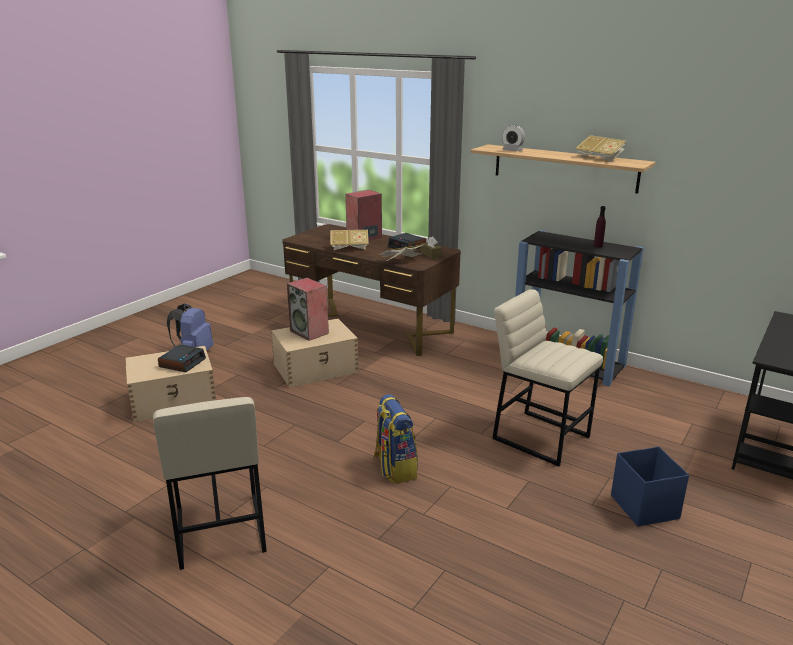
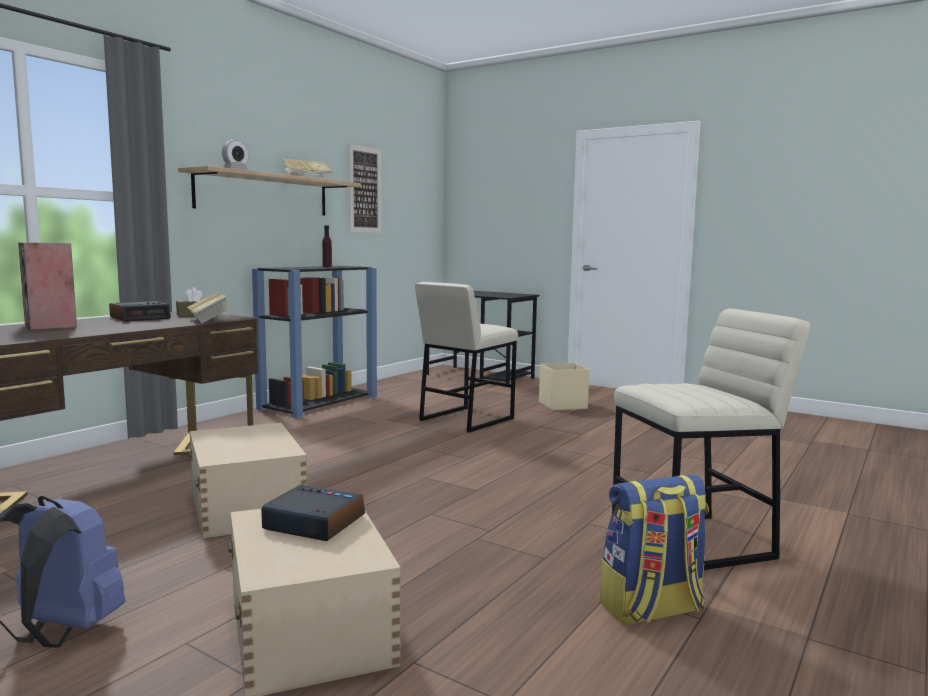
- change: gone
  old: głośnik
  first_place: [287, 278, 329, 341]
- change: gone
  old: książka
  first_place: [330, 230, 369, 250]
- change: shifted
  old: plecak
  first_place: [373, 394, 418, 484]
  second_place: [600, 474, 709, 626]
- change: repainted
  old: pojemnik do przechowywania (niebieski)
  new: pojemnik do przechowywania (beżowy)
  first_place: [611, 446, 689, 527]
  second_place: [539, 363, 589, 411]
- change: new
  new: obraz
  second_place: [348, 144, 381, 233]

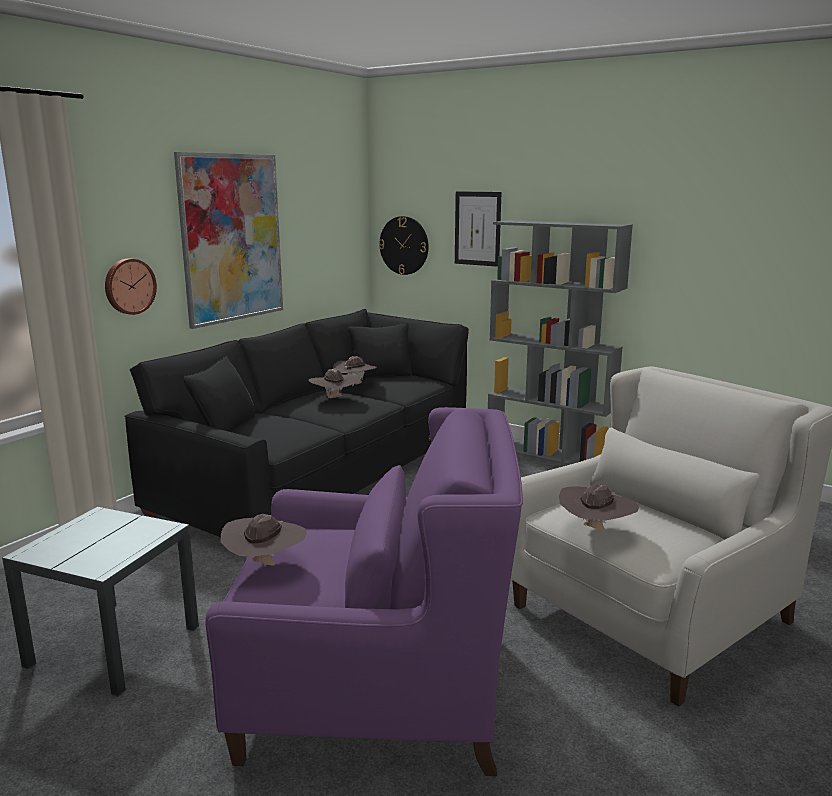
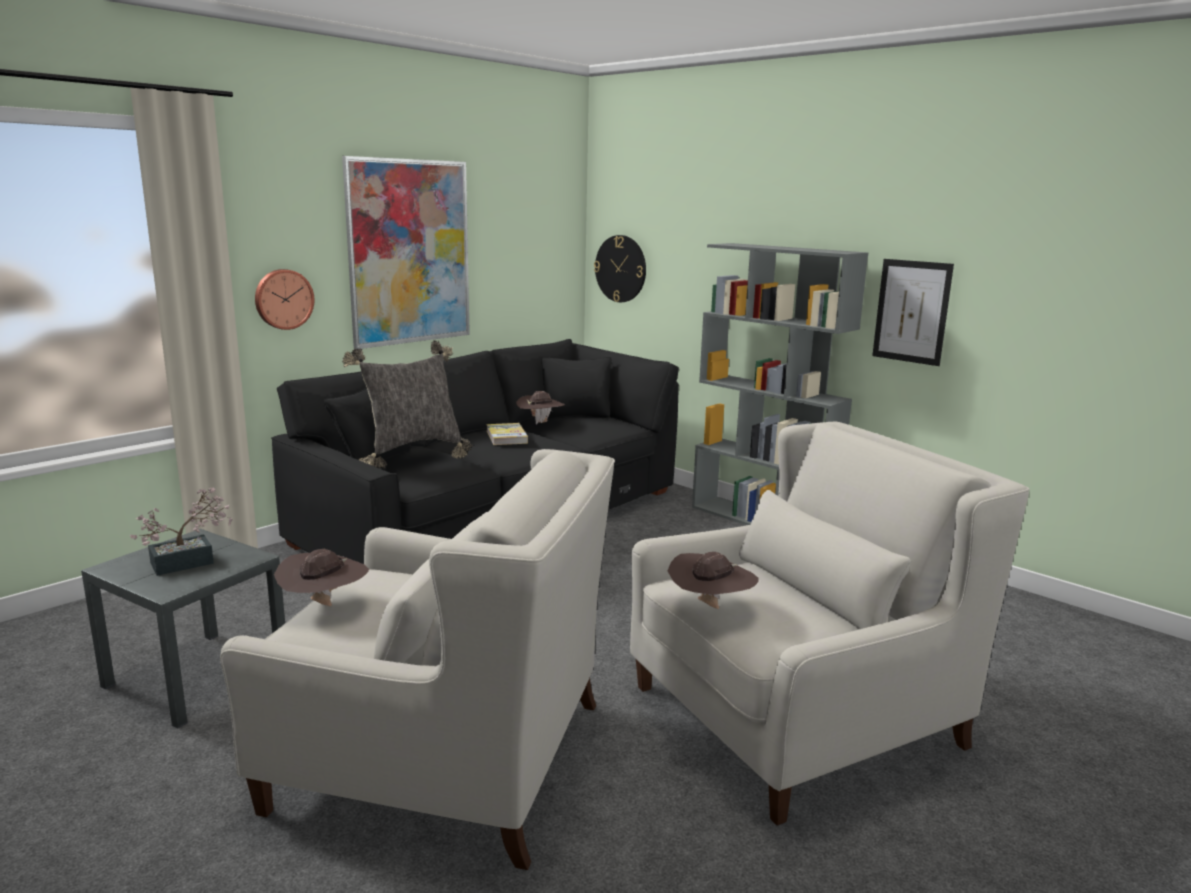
- change: repainted
  old: fotel (fioletowy)
  new: fotel (biały)
  first_place: [205, 407, 523, 776]
  second_place: [220, 449, 615, 870]
- change: swapped
  old: kapelusz (brązowy)
  new: książka
  first_place: [308, 369, 359, 398]
  second_place: [486, 423, 528, 445]
- change: shifted
  old: obraz
  first_place: [455, 191, 502, 267]
  second_place: [872, 259, 954, 366]
- change: new
  new: roślina doniczkowa
  second_place: [130, 488, 232, 576]
- change: new
  new: poduszka
  second_place: [342, 340, 474, 468]

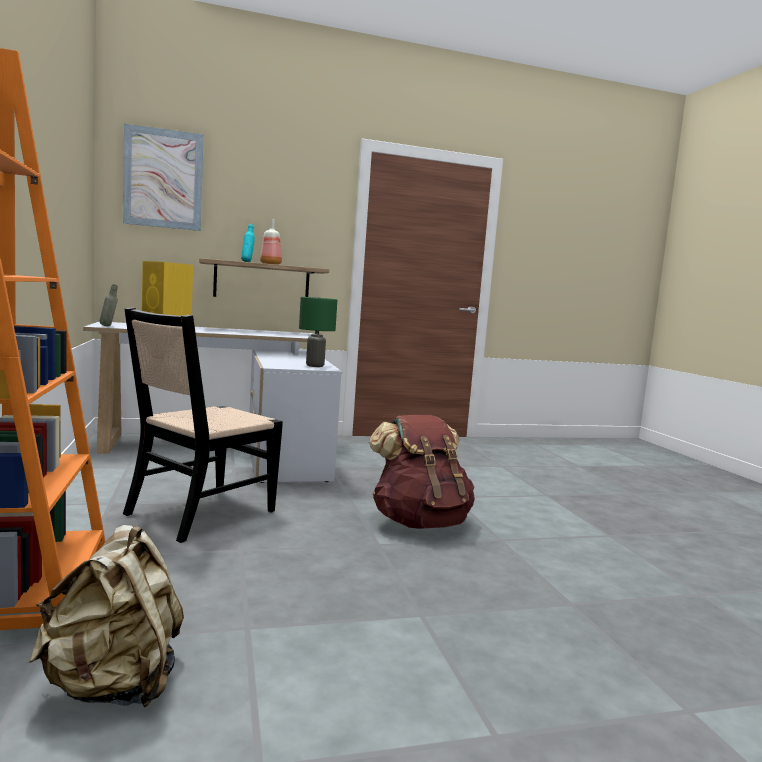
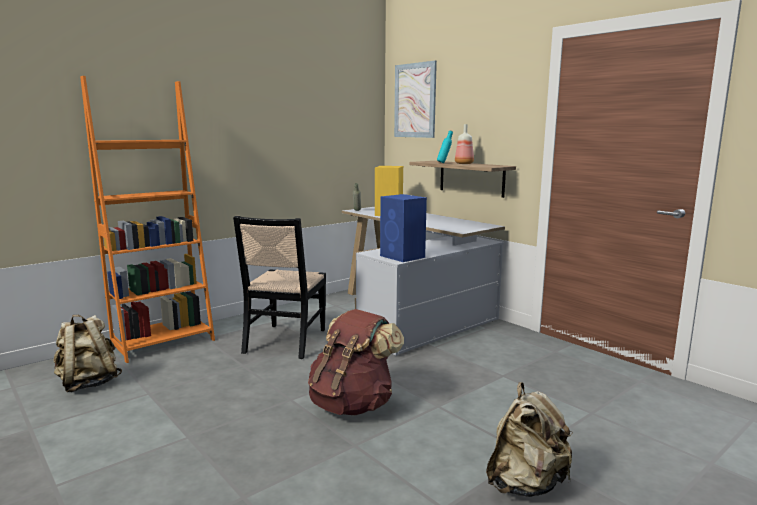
- change: rotated
  old: krzesło
  first_place: [123, 307, 283, 543]
  second_place: [233, 216, 326, 359]
  degrees: -90
- change: swapped
  old: lampa stołowa (zielony)
  new: głośnik (niebieski)
  first_place: [299, 297, 338, 367]
  second_place: [380, 194, 427, 262]
- change: new
  new: plecak (beżowy)
  second_place: [486, 382, 573, 497]

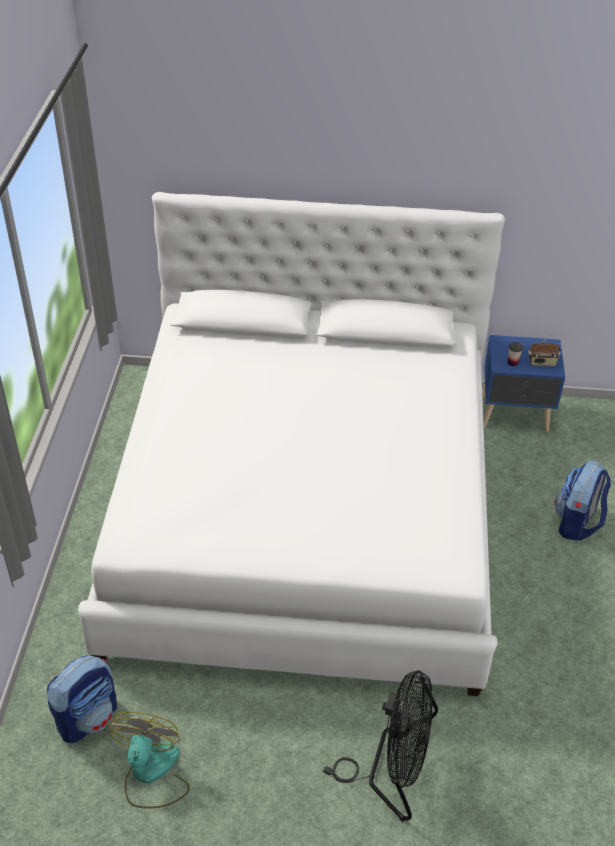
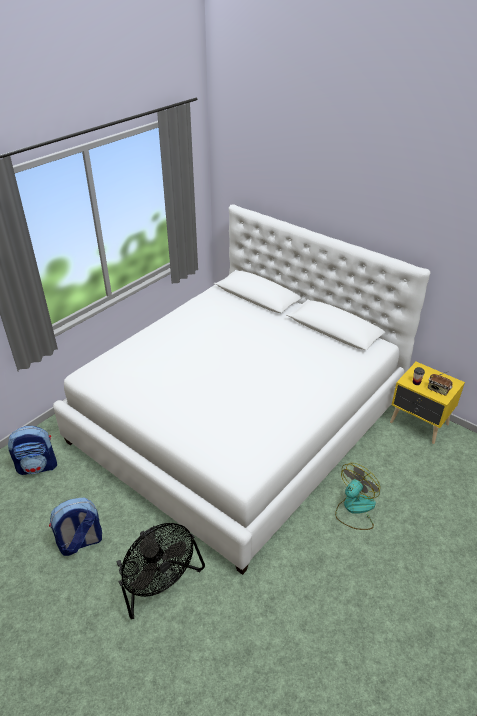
- change: shifted
  old: wentylator
  first_place: [108, 712, 190, 809]
  second_place: [335, 463, 380, 530]
- change: repainted
  old: szafka nocna (niebieski)
  new: szafka nocna (żółty)
  first_place: [482, 335, 565, 432]
  second_place: [390, 362, 465, 444]
- change: shifted
  old: plecak
  first_place: [555, 461, 611, 541]
  second_place: [49, 498, 102, 556]

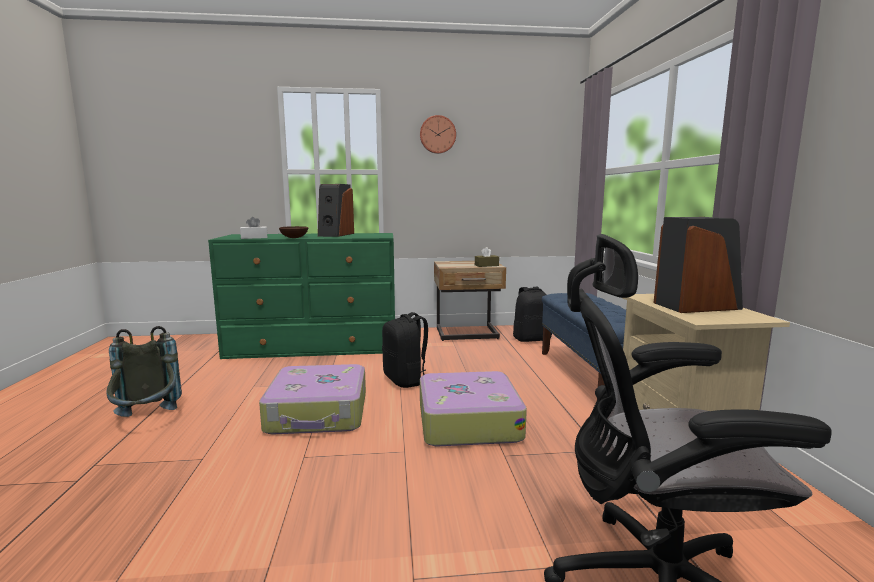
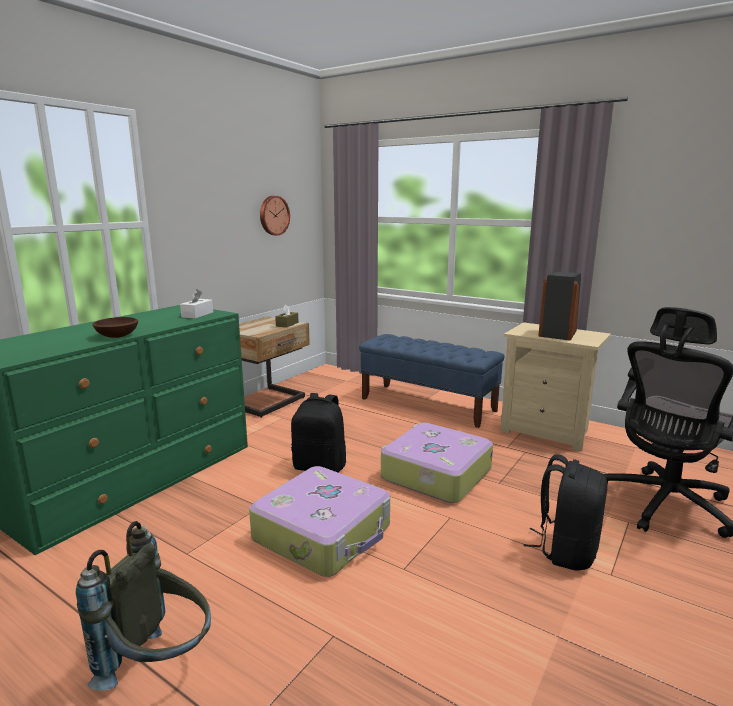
- change: shifted
  old: pudełko chusteczek (biały)
  first_place: [240, 217, 268, 239]
  second_place: [180, 289, 213, 319]
- change: gone
  old: głośnik
  first_place: [318, 184, 354, 237]
- change: shifted
  old: zegar ścienny
  first_place: [420, 115, 456, 154]
  second_place: [260, 196, 290, 235]
- change: shifted
  old: plecak (czarny)
  first_place: [513, 287, 552, 342]
  second_place: [524, 454, 607, 570]

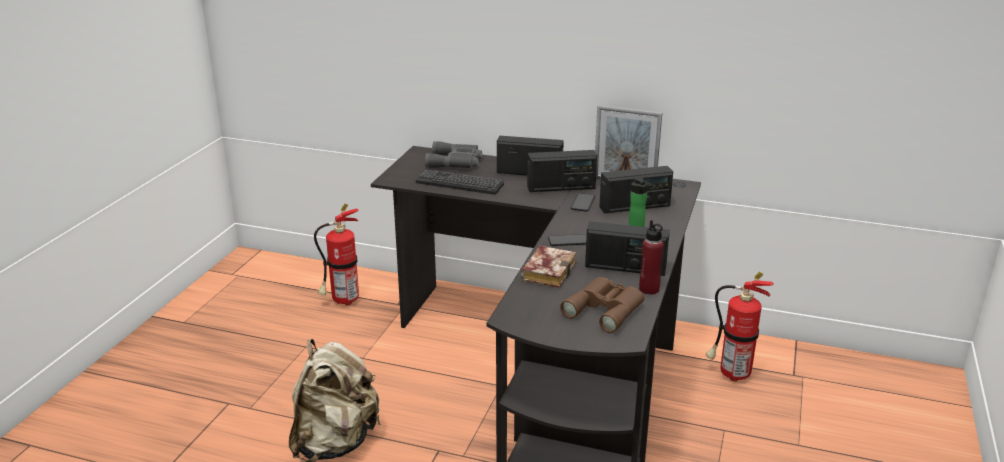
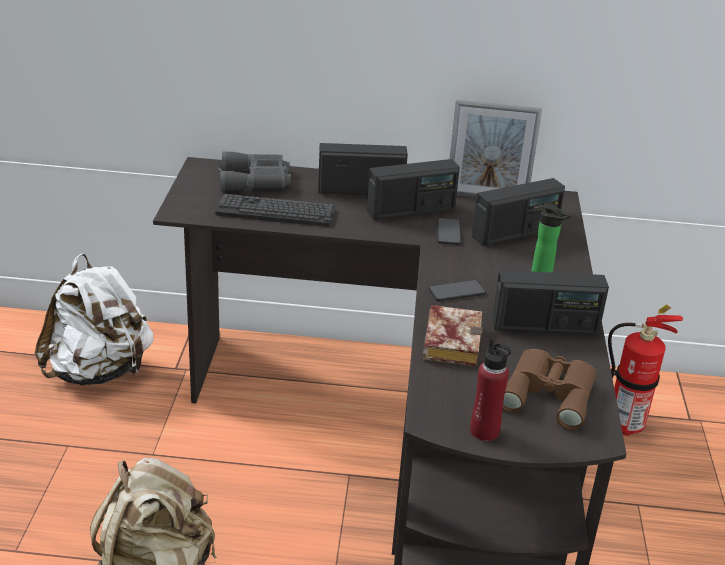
- change: swapped
  old: gaśnica
  new: plecak (biały)
  first_place: [314, 204, 359, 305]
  second_place: [35, 254, 153, 386]
- change: shifted
  old: butelka (czerwony)
  first_place: [639, 220, 664, 295]
  second_place: [470, 338, 511, 441]

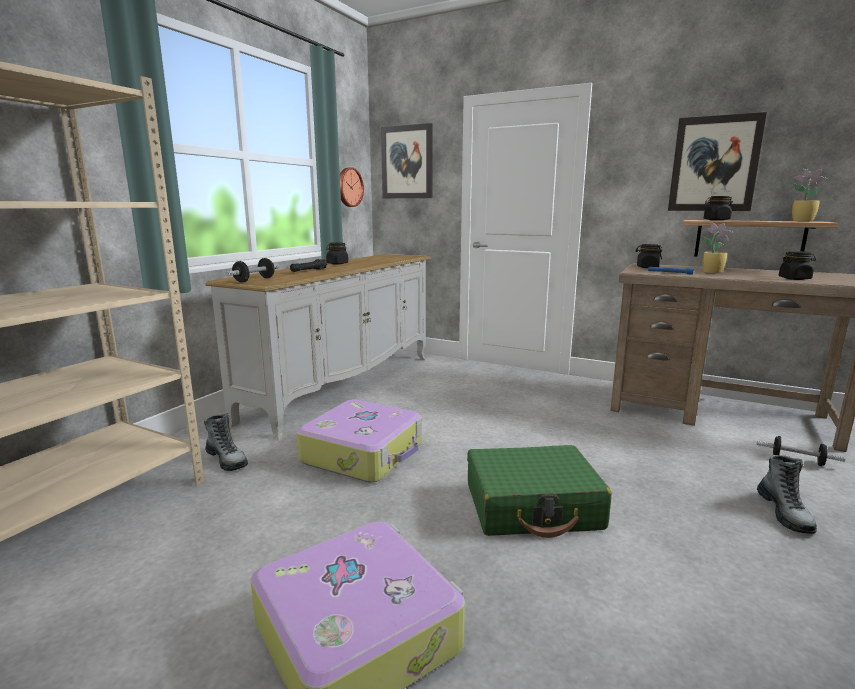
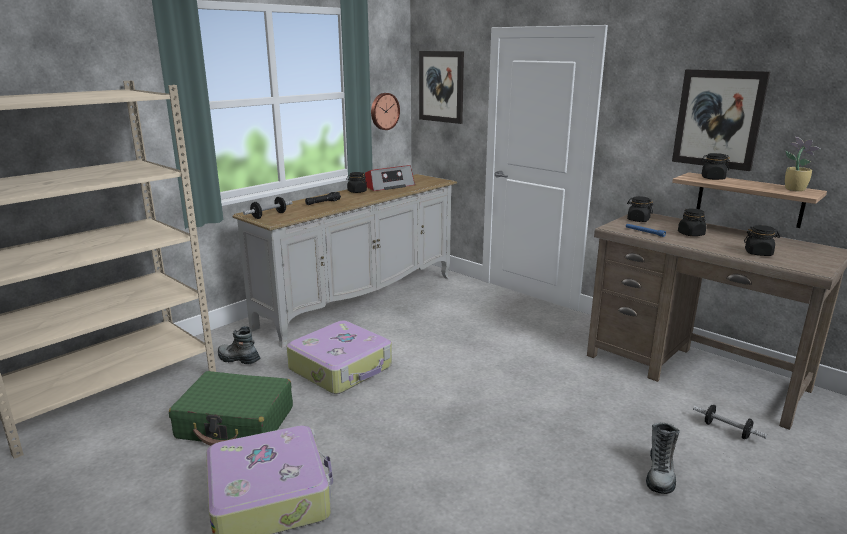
- change: rotated
  old: but z cholewką
  first_place: [204, 413, 248, 471]
  second_place: [218, 326, 260, 364]
  degrees: 150
- change: shifted
  old: walizka (zielony)
  first_place: [467, 445, 611, 538]
  second_place: [169, 371, 293, 446]
- change: swapped
  old: roślina doniczkowa
  new: słoik (czarny)
  first_place: [702, 222, 734, 273]
  second_place: [678, 209, 706, 236]
- change: new
  new: radio
  second_place: [365, 165, 415, 191]

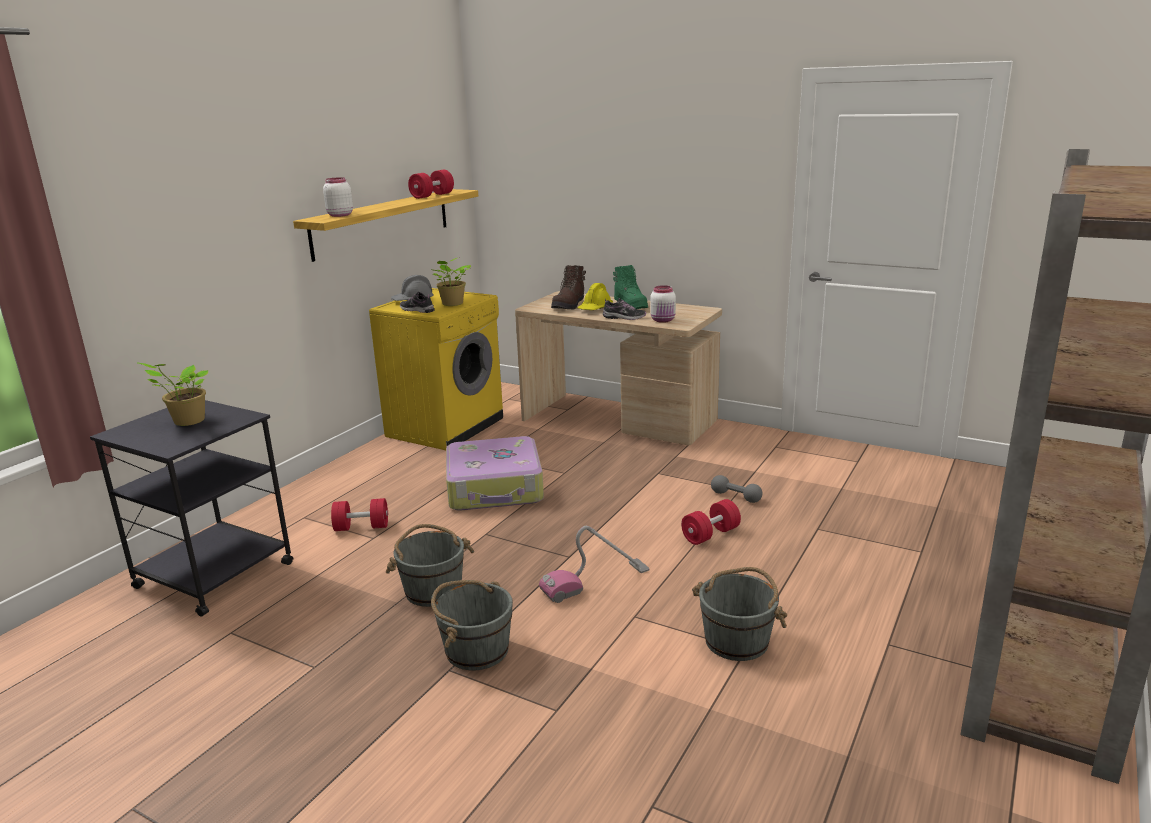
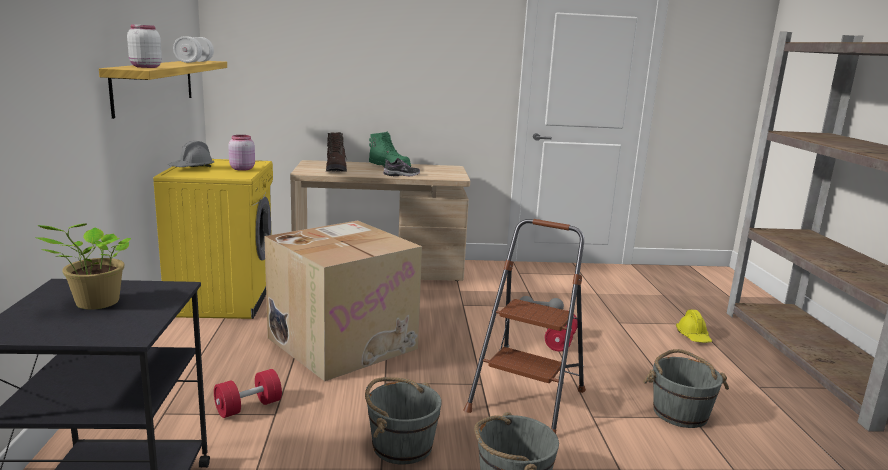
- change: gone
  old: but
  first_place: [400, 292, 435, 313]
- change: repainted
  old: hantel (czerwony)
  new: hantel (biały)
  first_place: [408, 170, 454, 199]
  second_place: [173, 37, 214, 63]
- change: swapped
  old: roślina doniczkowa
  new: słoik (różowy)
  first_place: [433, 257, 471, 306]
  second_place: [228, 135, 255, 171]
- change: swapped
  old: walizka
  new: karton
  first_place: [446, 436, 544, 511]
  second_place: [264, 221, 422, 381]
- change: swapped
  old: odkurzacz
  new: drabinka (brązowy)
  first_place: [539, 526, 650, 603]
  second_place: [463, 219, 586, 434]
- change: shifted
  old: kask (żółty)
  first_place: [577, 283, 613, 310]
  second_place: [676, 310, 712, 343]
- change: gone
  old: słoik (biały)
  first_place: [650, 285, 676, 323]

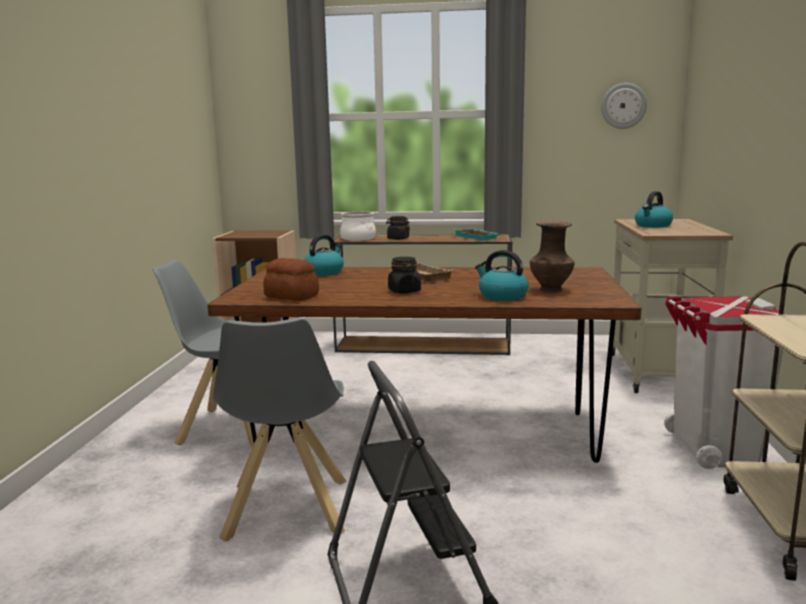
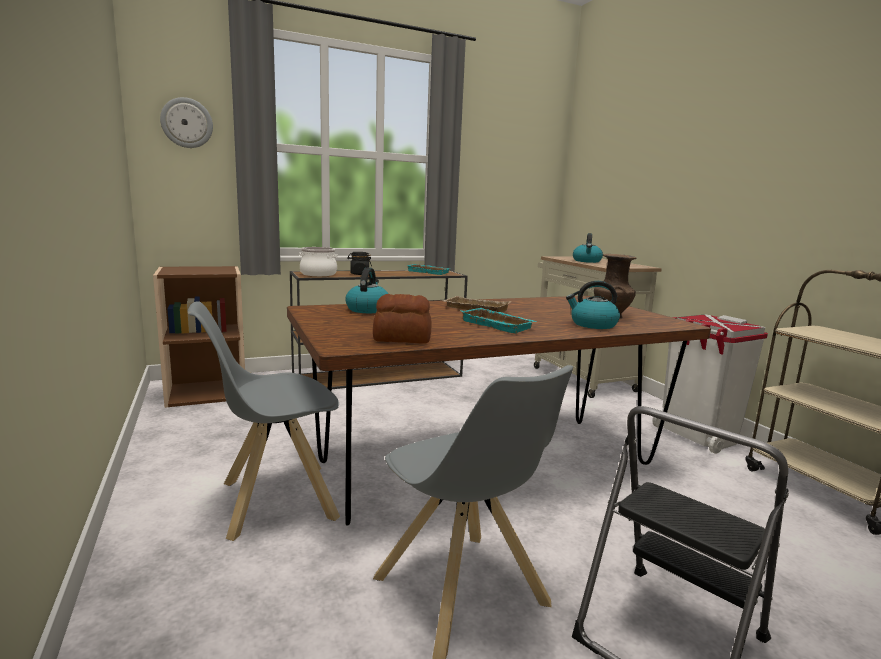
- change: swapped
  old: słoik (czarny)
  new: taca (turkusowy)
  first_place: [388, 257, 421, 293]
  second_place: [460, 308, 538, 333]
- change: shifted
  old: zegar ścienny
  first_place: [601, 83, 647, 129]
  second_place: [160, 97, 213, 148]

